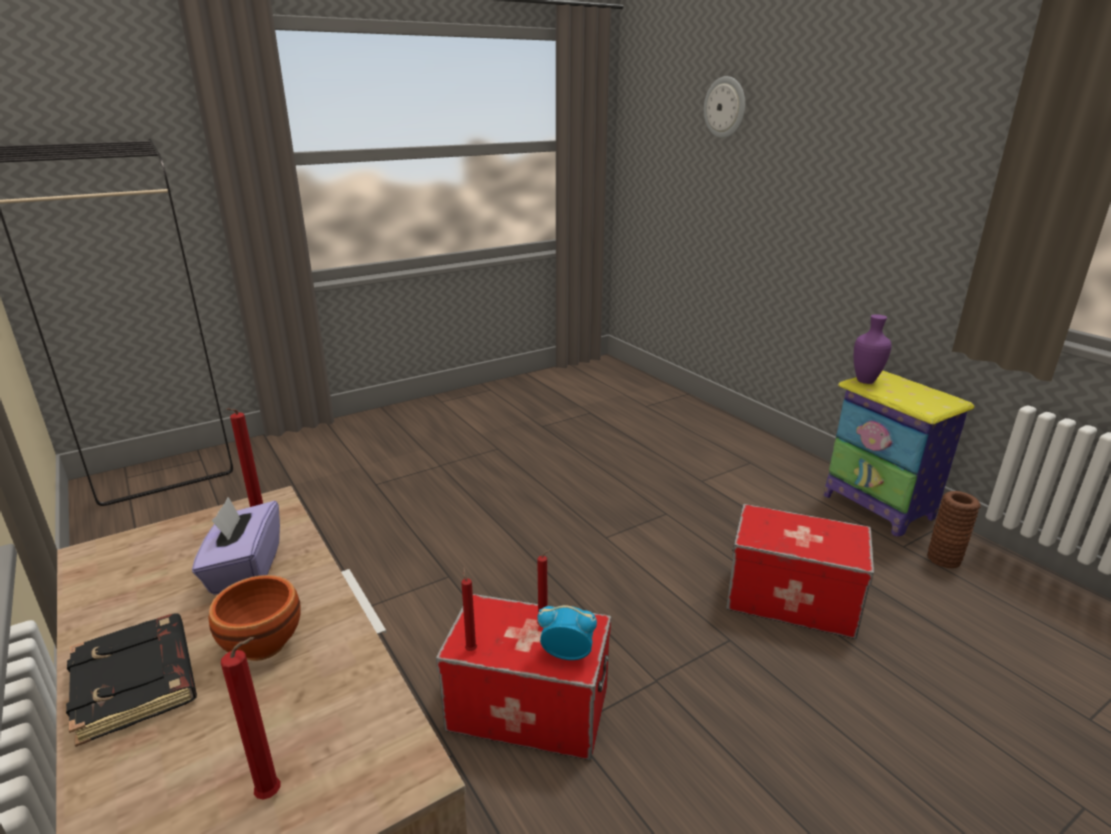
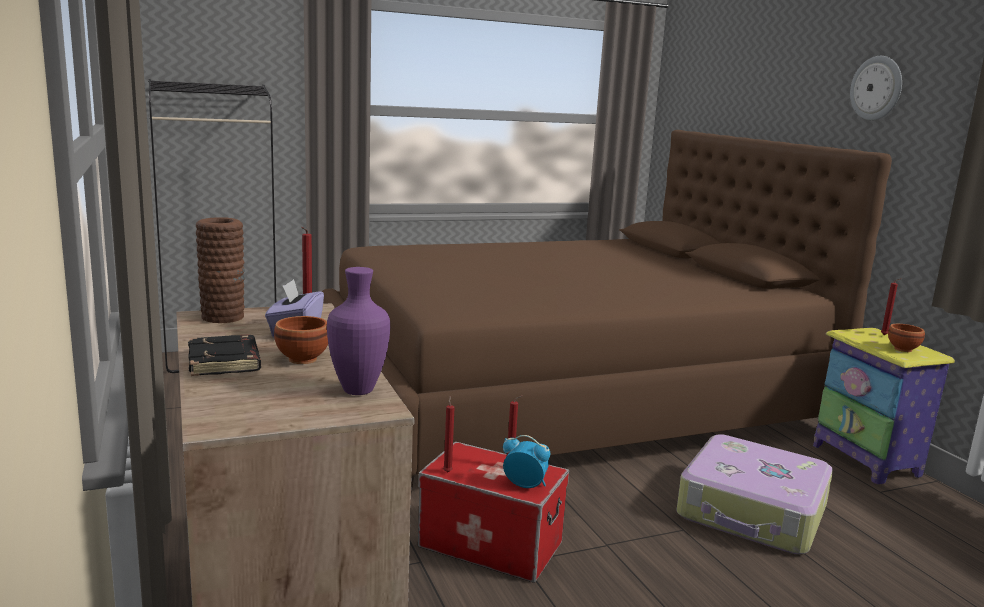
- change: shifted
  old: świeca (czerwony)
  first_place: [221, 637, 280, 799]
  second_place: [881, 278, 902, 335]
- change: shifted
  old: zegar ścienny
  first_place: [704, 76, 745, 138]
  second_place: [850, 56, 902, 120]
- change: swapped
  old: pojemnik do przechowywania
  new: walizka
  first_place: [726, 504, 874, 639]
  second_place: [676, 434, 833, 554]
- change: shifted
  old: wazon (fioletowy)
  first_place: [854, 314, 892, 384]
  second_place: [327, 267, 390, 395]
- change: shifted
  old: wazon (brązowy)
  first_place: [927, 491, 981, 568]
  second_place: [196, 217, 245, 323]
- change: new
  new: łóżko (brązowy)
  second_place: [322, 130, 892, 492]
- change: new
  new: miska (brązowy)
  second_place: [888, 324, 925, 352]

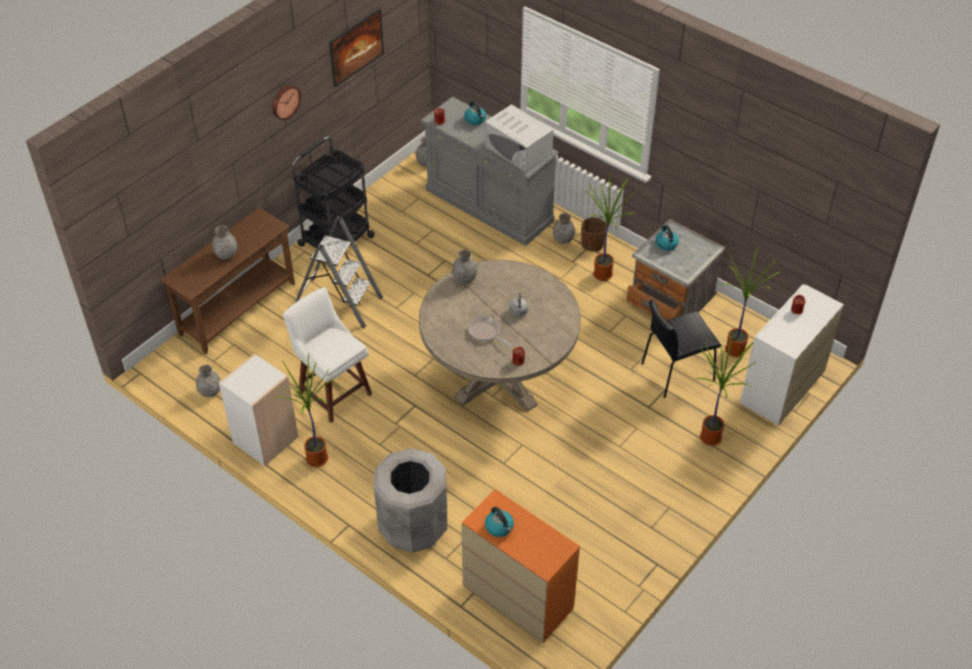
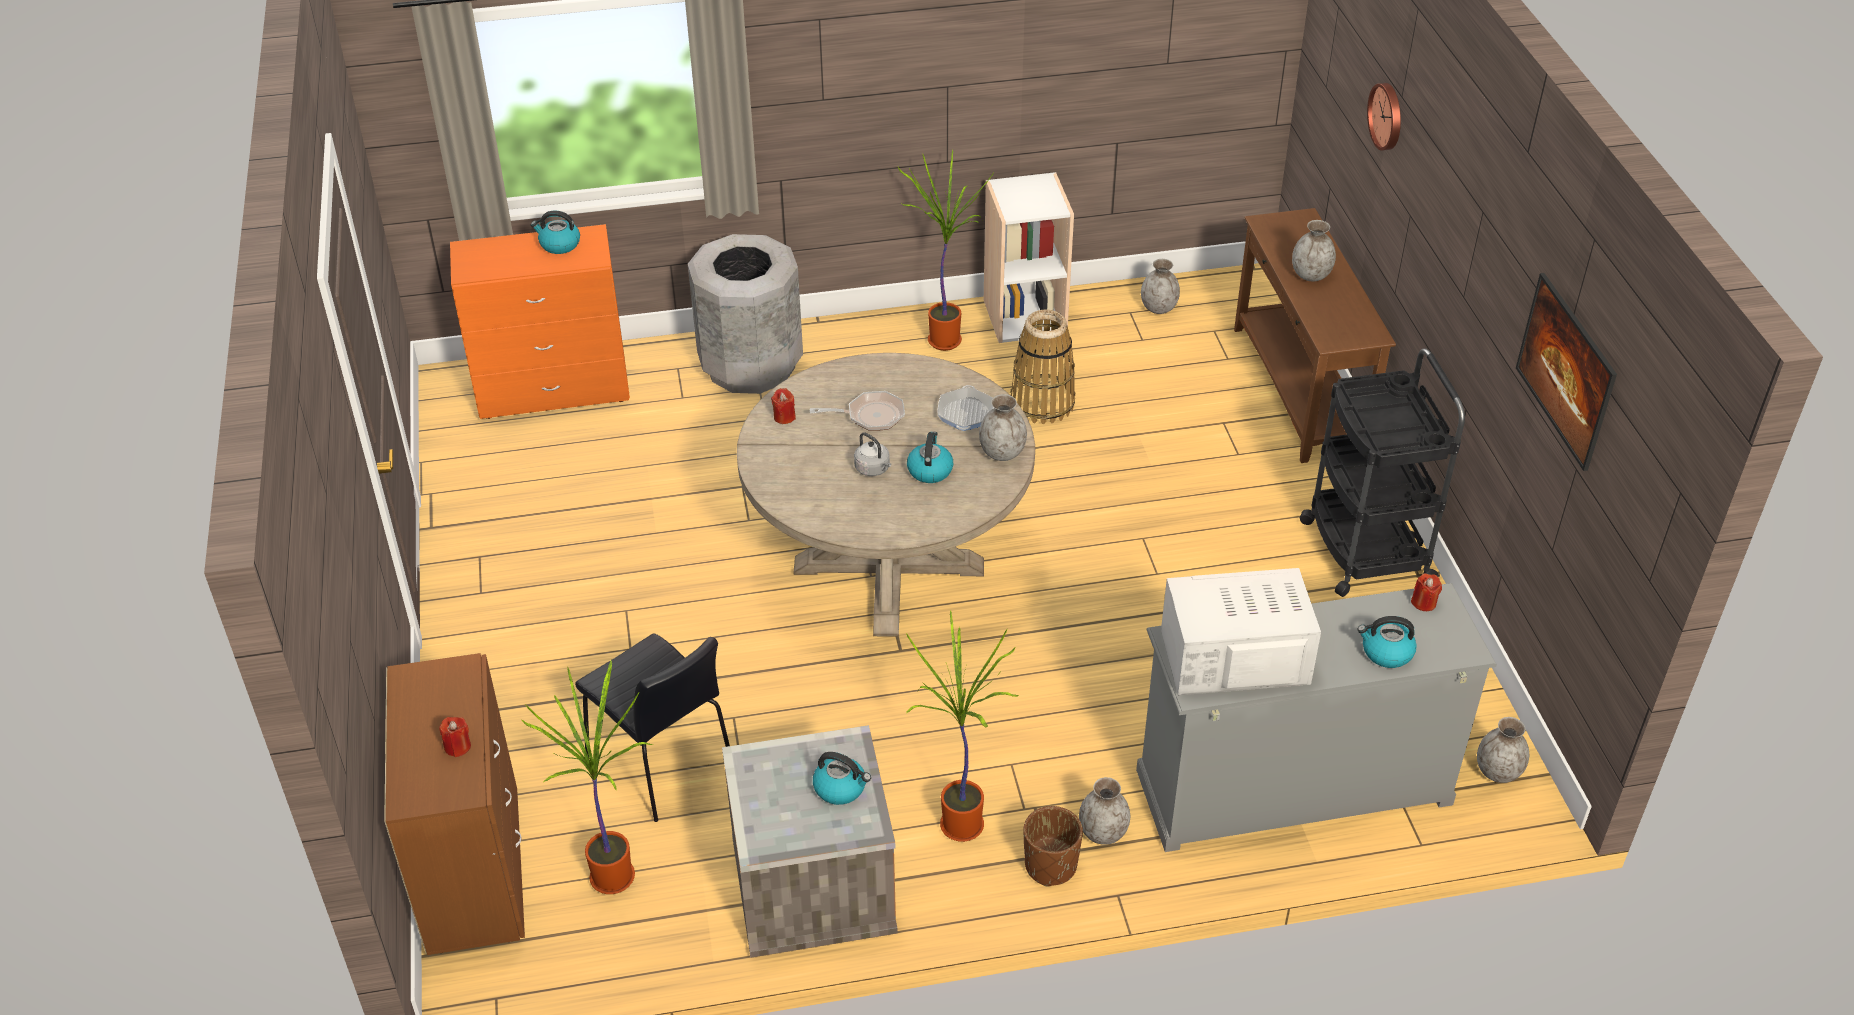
- change: shifted
  old: zegar ścienny
  first_place: [272, 85, 301, 120]
  second_place: [1367, 83, 1401, 151]
- change: swapped
  old: stołek (biały)
  new: koszyk
  first_place: [283, 287, 372, 423]
  second_place: [1010, 310, 1075, 424]
- change: gone
  old: drabinka (szary)
  first_place: [295, 216, 383, 328]
- change: rotated
  old: krzesło (czarny)
  first_place: [641, 300, 721, 398]
  second_place: [575, 633, 730, 822]
  degrees: 120
- change: gone
  old: roślina doniczkowa
  first_place: [696, 336, 755, 446]
- change: repainted
  old: komoda (biały)
  new: komoda (brązowy)
  first_place: [740, 284, 844, 425]
  second_place: [384, 653, 525, 955]
- change: new
  new: czajnik
  second_place: [907, 431, 953, 483]
- change: new
  new: patelnia
  second_place: [937, 385, 994, 431]

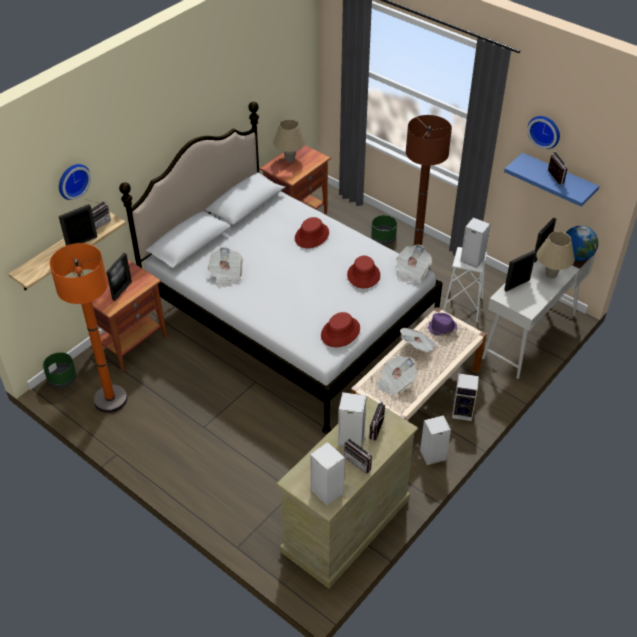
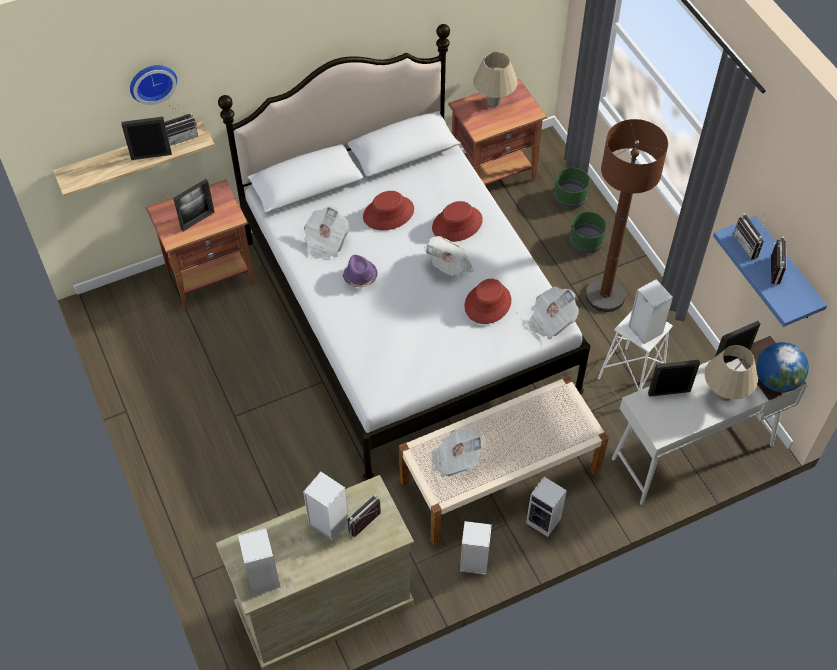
- change: shifted
  old: donica (zielony)
  first_place: [43, 352, 76, 388]
  second_place: [554, 167, 590, 208]
- change: gone
  old: lampa stojąca (pomarańczowy)
  first_place: [49, 243, 127, 413]
- change: shifted
  old: kapelusz (czerwony)
  first_place: [321, 312, 360, 347]
  second_place: [363, 191, 414, 230]
- change: shifted
  old: radio
  first_place: [344, 433, 372, 474]
  second_place: [733, 213, 765, 260]
- change: shifted
  old: gazeta
  first_place: [400, 328, 438, 352]
  second_place: [424, 236, 474, 276]
- change: shifted
  old: kapelusz (fioletowy)
  first_place: [428, 313, 458, 336]
  second_place: [343, 255, 378, 287]
- change: gone
  old: zegar ścienny
  first_place: [527, 116, 560, 149]

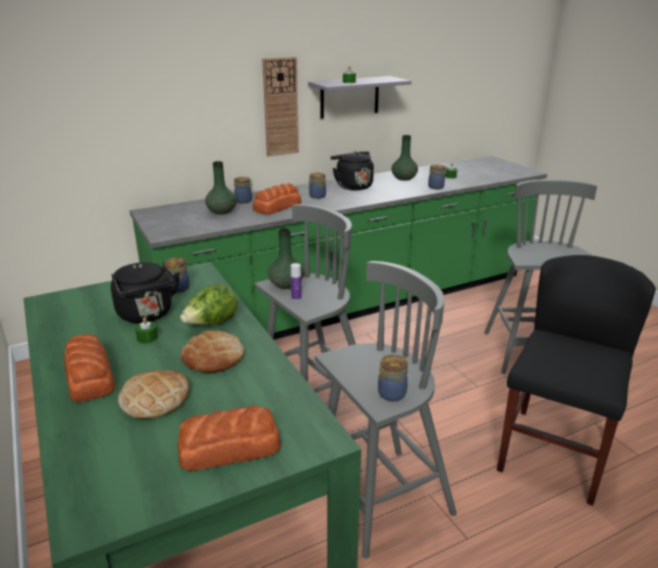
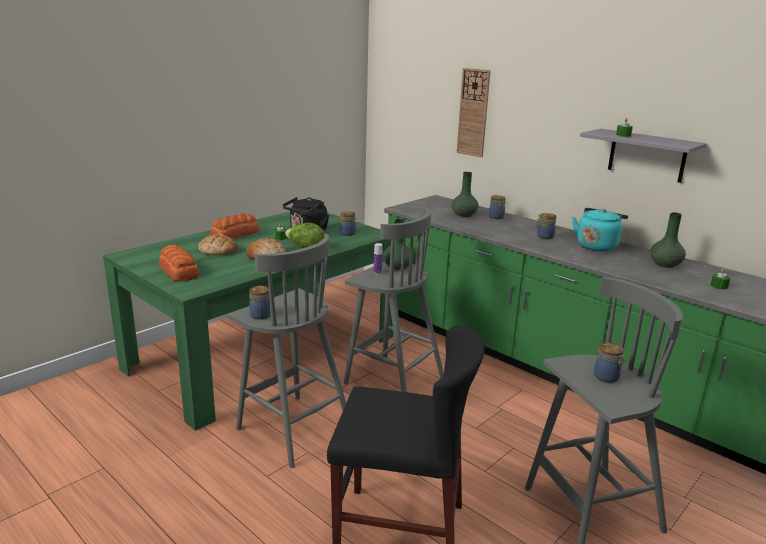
- change: gone
  old: chleb
  first_place: [252, 183, 302, 214]
- change: shifted
  old: zegar ścienny
  first_place: [262, 57, 299, 156]
  second_place: [457, 68, 491, 158]
- change: repainted
  old: czajnik (czarny)
  new: czajnik (turkusowy)
  first_place: [331, 151, 374, 190]
  second_place: [572, 208, 628, 251]
- change: shifted
  old: słoik
  first_place: [428, 164, 447, 189]
  second_place: [594, 342, 625, 383]

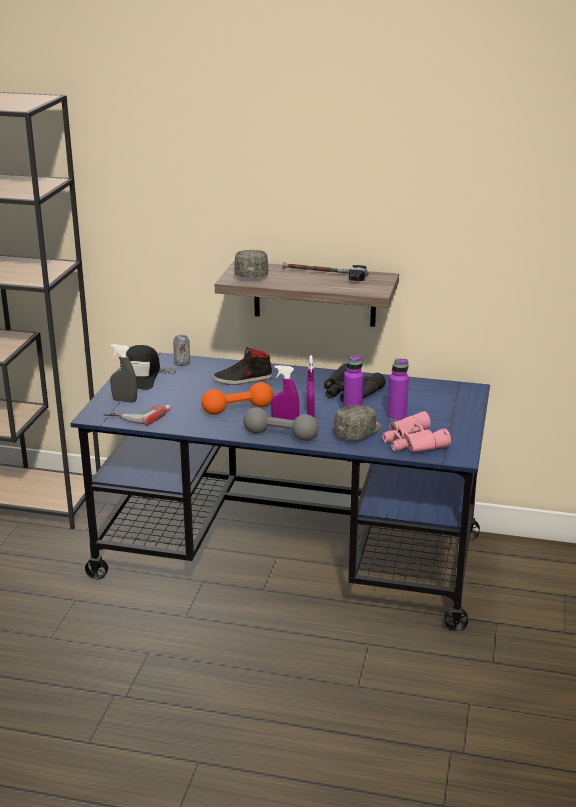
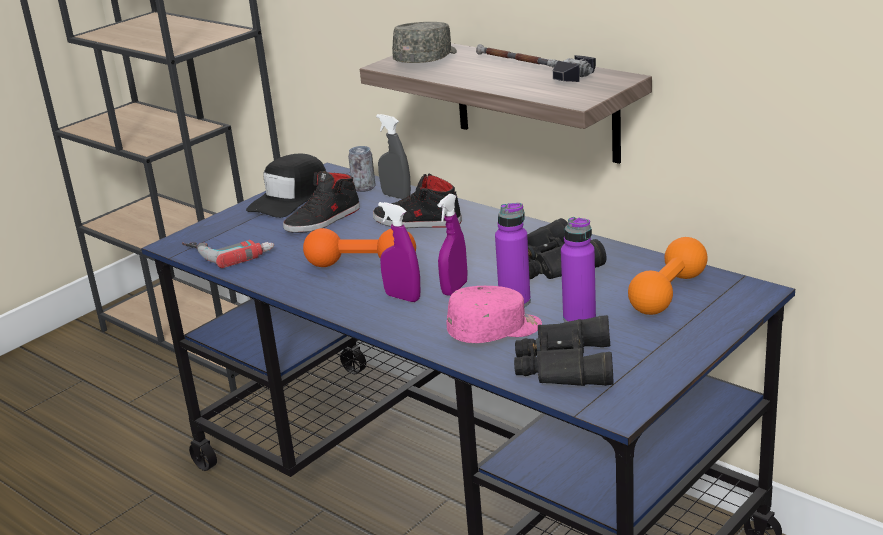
- change: shifted
  old: spryskiwacz (szary)
  first_place: [110, 344, 137, 402]
  second_place: [376, 114, 411, 199]
- change: gone
  old: hantel (szary)
  first_place: [243, 407, 319, 441]
- change: repainted
  old: czapka z daszkiem (szary)
  new: czapka z daszkiem (różowy)
  first_place: [333, 405, 381, 439]
  second_place: [447, 286, 542, 343]
- change: repainted
  old: lornetka (różowy)
  new: lornetka (czarny)
  first_place: [382, 411, 451, 452]
  second_place: [514, 315, 614, 386]
- change: new
  new: but (czarny)
  second_place: [283, 171, 360, 233]
- change: new
  new: hantel (pomarańczowy)
  second_place: [628, 237, 708, 315]

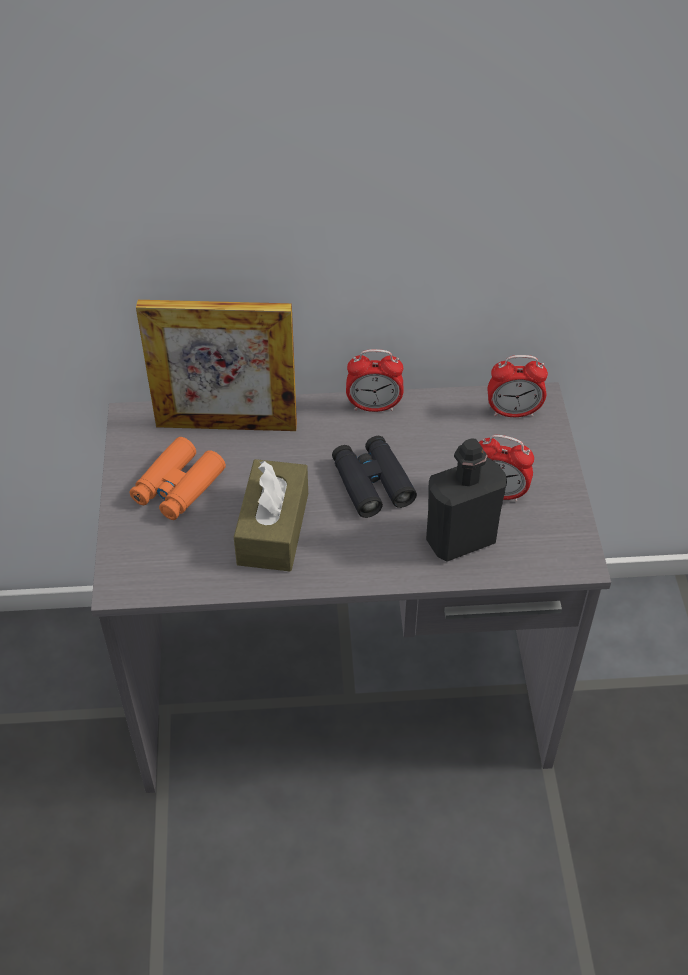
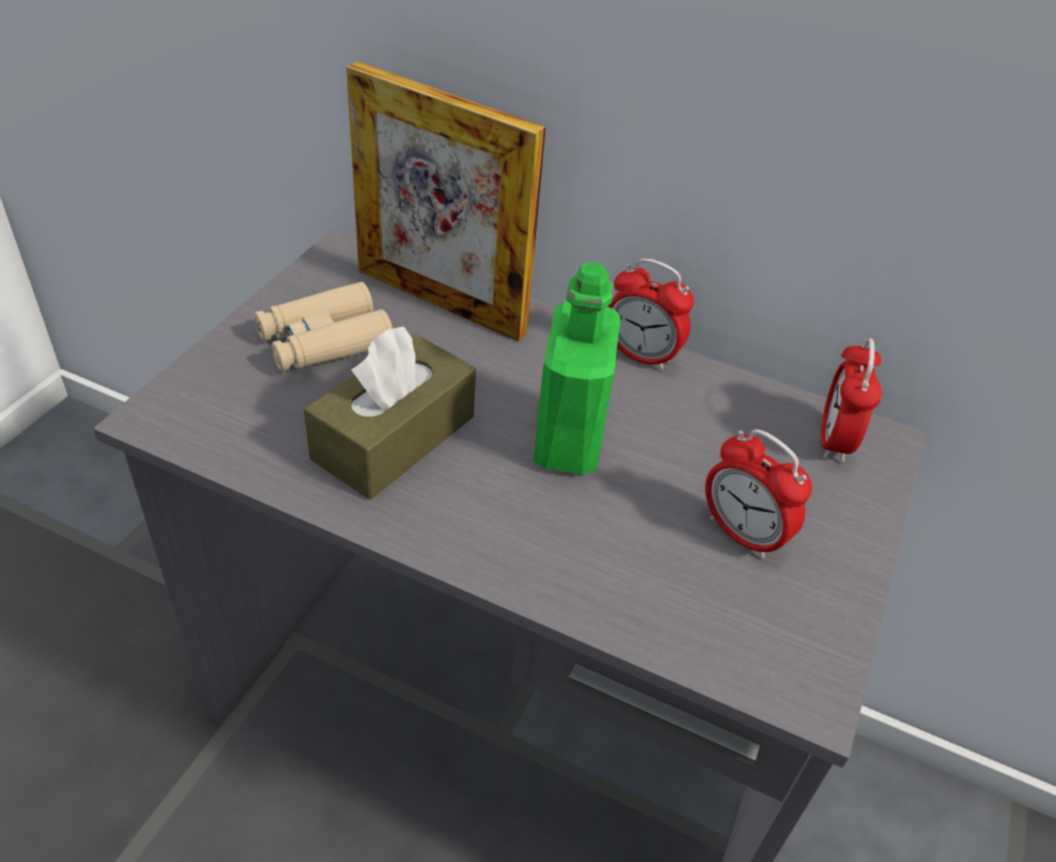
- change: repainted
  old: lornetka (pomarańczowy)
  new: lornetka (beżowy)
  first_place: [130, 437, 226, 520]
  second_place: [254, 282, 393, 372]
- change: swapped
  old: lornetka (czarny)
  new: butelka (zielony)
  first_place: [332, 436, 417, 518]
  second_place: [533, 262, 621, 474]
- change: gone
  old: butelka (czarny)
  first_place: [426, 438, 507, 562]
- change: rotated
  old: budzik
  first_place: [487, 355, 548, 417]
  second_place: [821, 338, 882, 463]
  degrees: 75

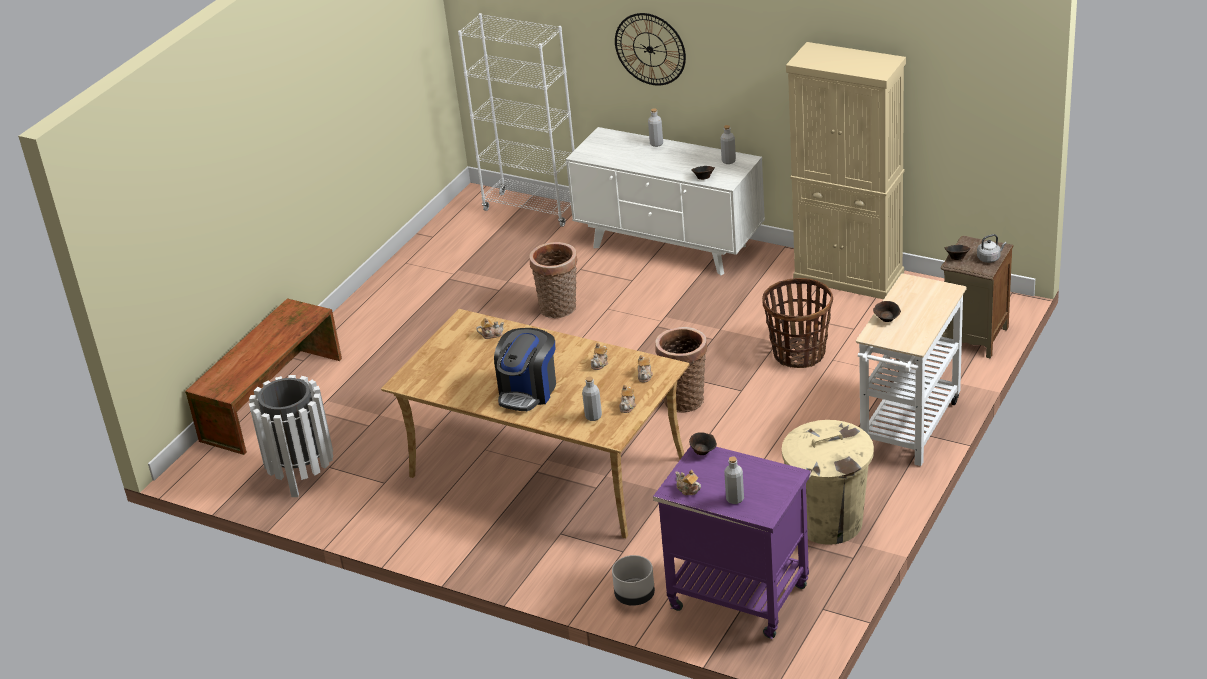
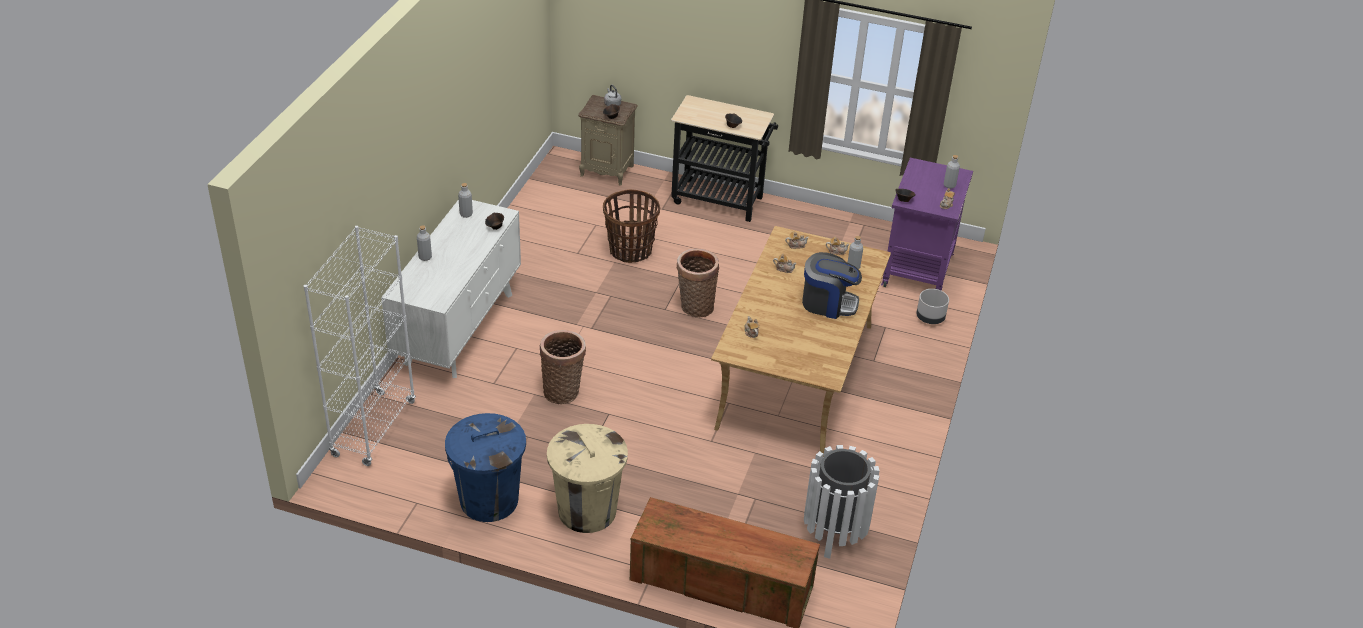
- change: gone
  old: zegar ścienny
  first_place: [615, 13, 686, 86]
- change: shifted
  old: kosz na śmieci (beżowy)
  first_place: [782, 420, 874, 545]
  second_place: [547, 424, 628, 533]
- change: gone
  old: szafka (beżowy)
  first_place: [786, 42, 906, 299]
- change: repainted
  old: wózek (biały)
  new: wózek (czarny)
  first_place: [856, 274, 967, 466]
  second_place: [671, 95, 778, 222]
- change: new
  new: kosz na śmieci (niebieski)
  second_place: [445, 413, 526, 522]

